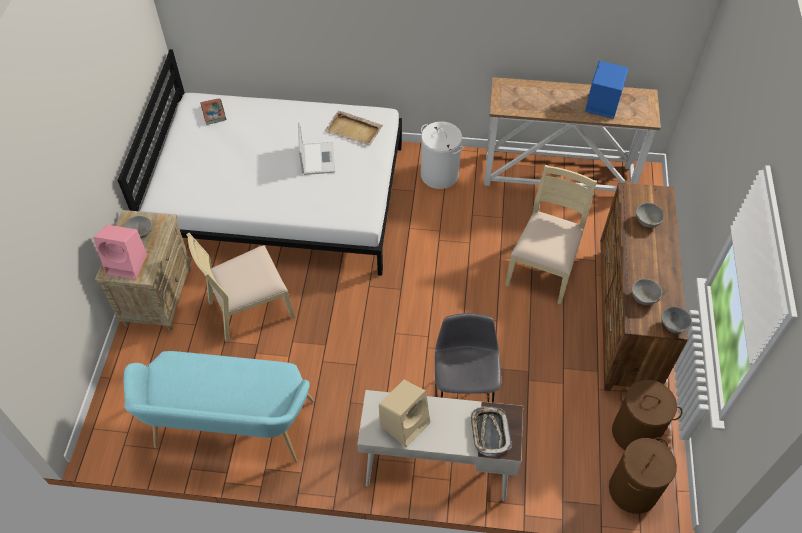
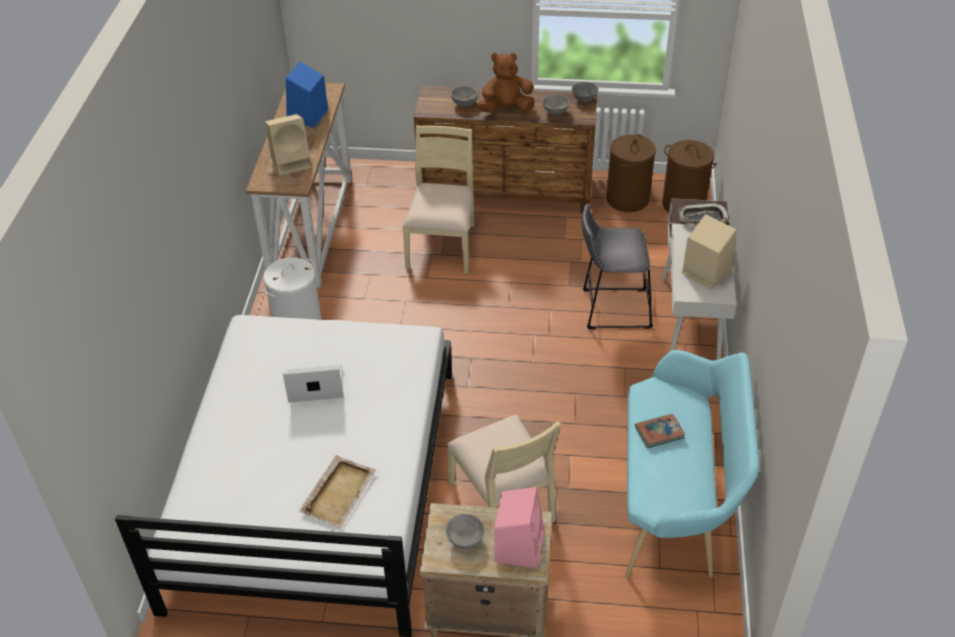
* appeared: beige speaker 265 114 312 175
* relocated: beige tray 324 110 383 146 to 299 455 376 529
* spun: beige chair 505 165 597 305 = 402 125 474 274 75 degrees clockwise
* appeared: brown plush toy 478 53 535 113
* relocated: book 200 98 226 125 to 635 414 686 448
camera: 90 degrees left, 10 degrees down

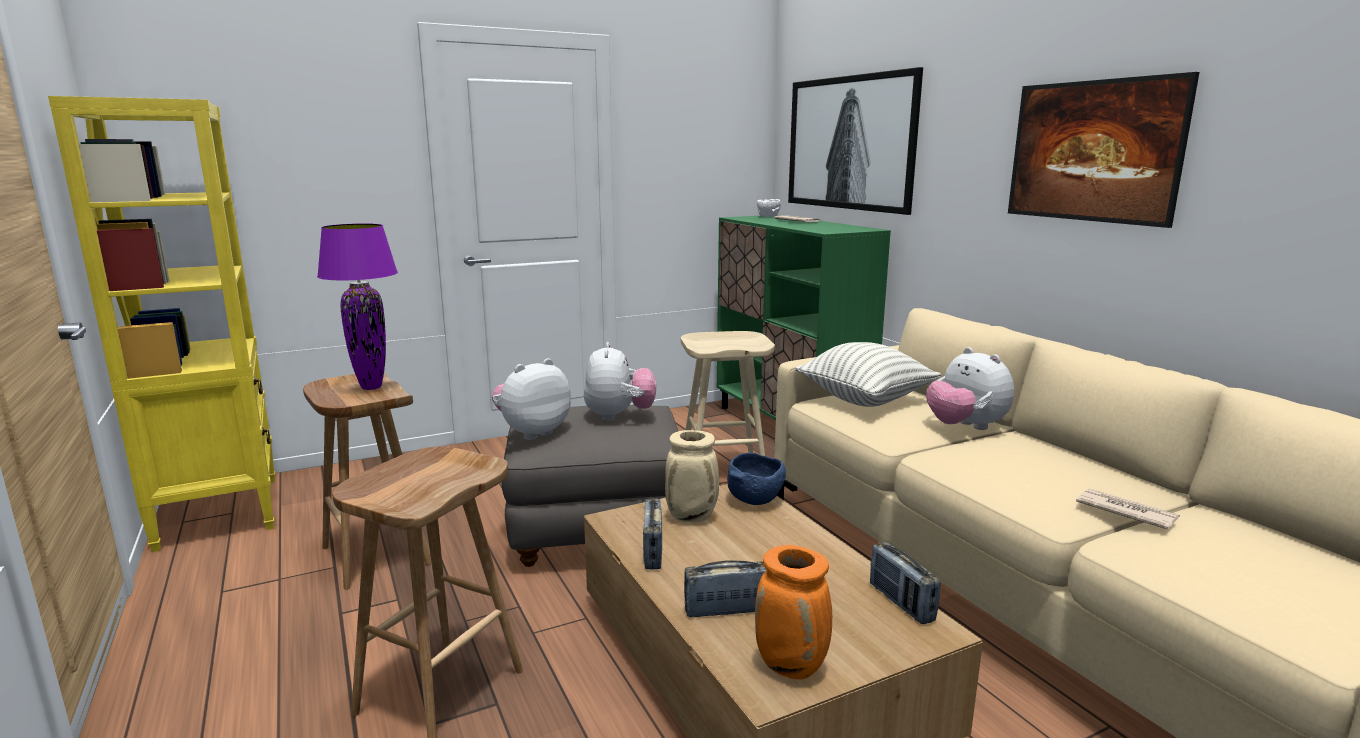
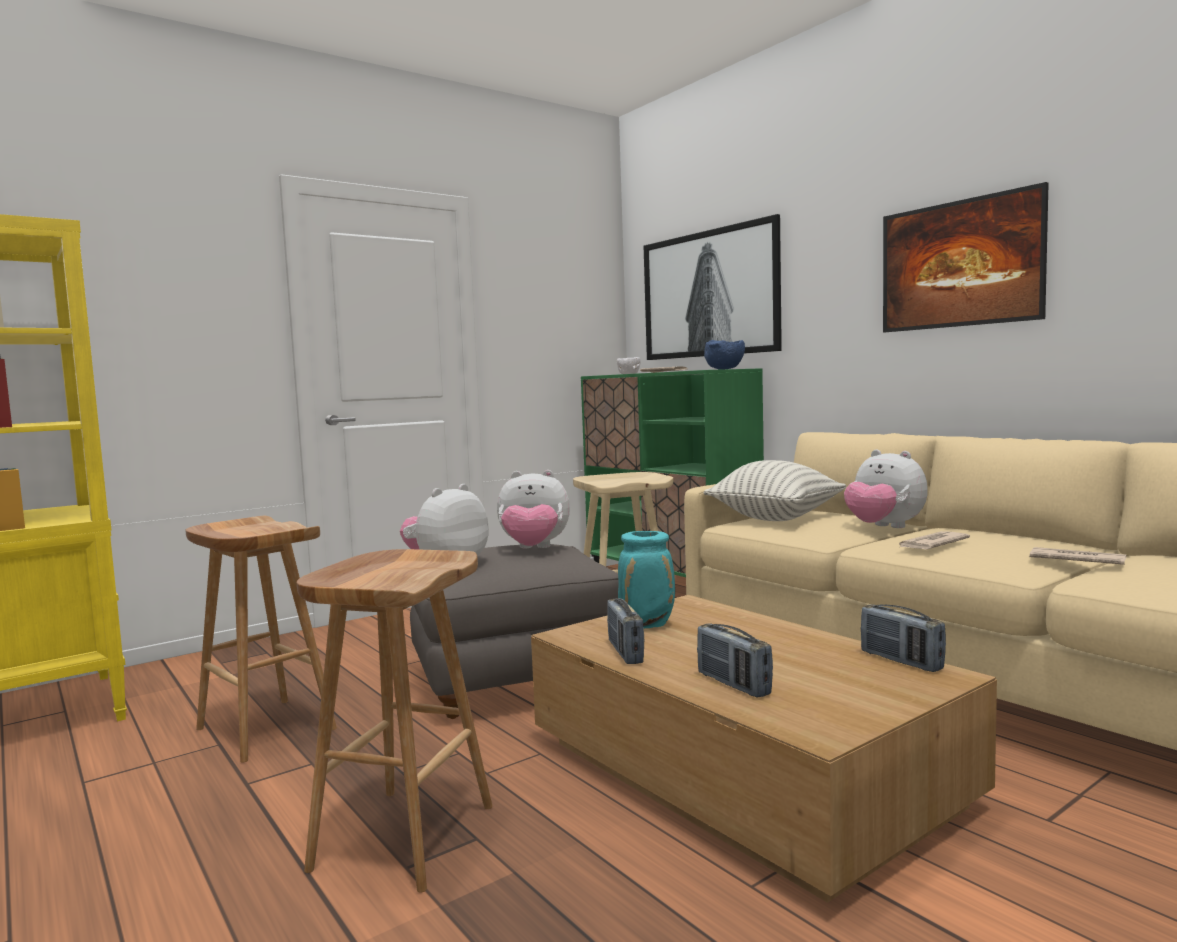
* spun: plush toy 584 342 656 421 = 497 470 570 548 105 degrees clockwise
* colour: beige vase 665 430 719 522 to turquoise vase 618 531 675 628
* spun: radio 684 560 767 617 = 697 623 773 698 105 degrees counterclockwise
* relocated: blue bowl 727 452 786 505 to 704 340 745 370
* appeared: newspaper 899 531 970 549
* missing: purple table lamp 317 223 398 390
* missing: orange vase 755 545 832 679
camera: 10 degrees left, 10 degrees down

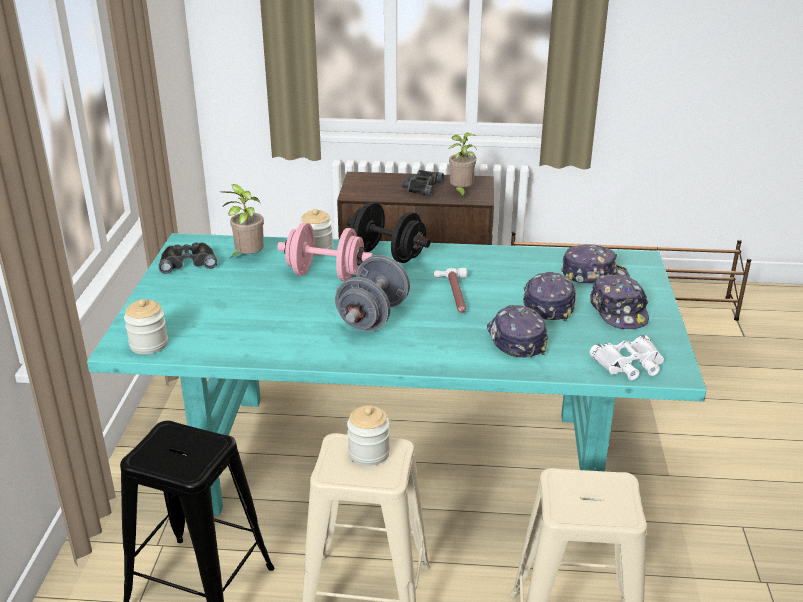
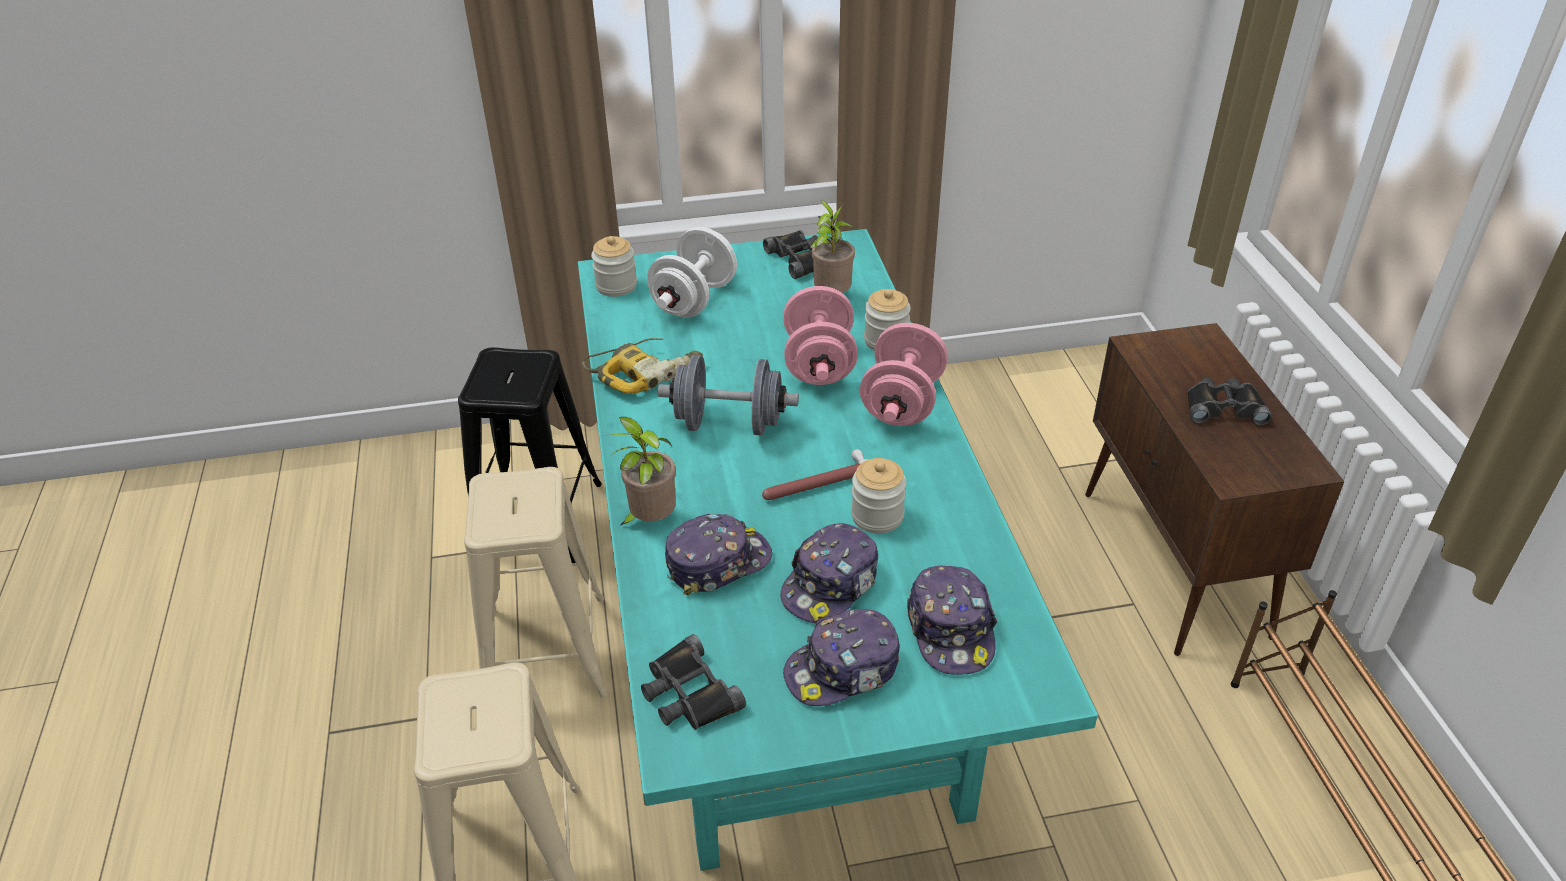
* appeared: power drill 581 338 703 394
* relocated: potted plant 448 133 477 199 to 610 417 676 525
* colour: white binoculars 590 335 664 380 to black binoculars 641 634 746 730
* appeared: white dumbbell 647 227 737 317
* spun: cap 523 272 576 321 = 780 523 878 623 135 degrees clockwise
* relocated: jar 347 405 390 466 to 851 458 907 534
* colour: black dumbbell 347 202 431 263 to pink dumbbell 860 323 948 426
camera: 75 degrees right, 10 degrees up

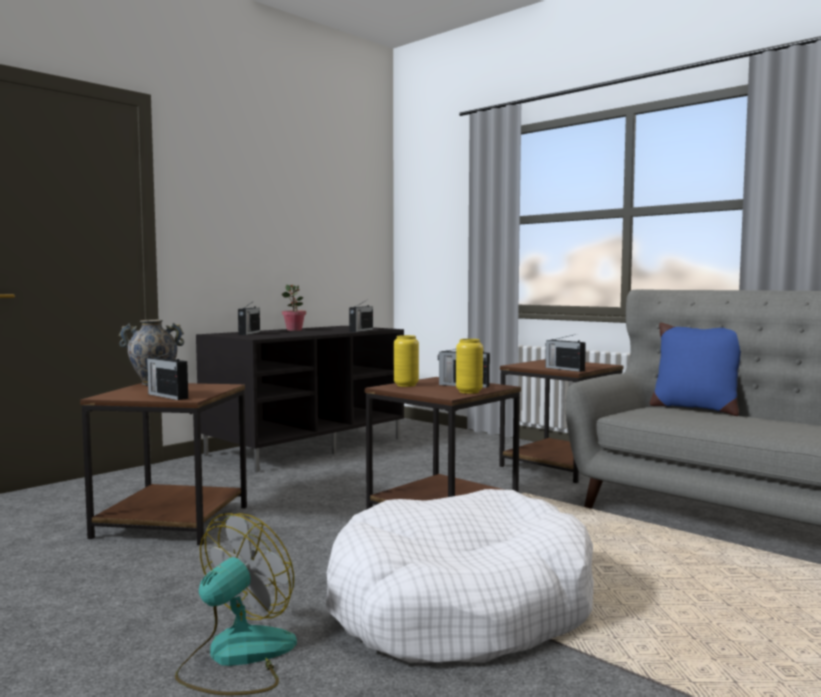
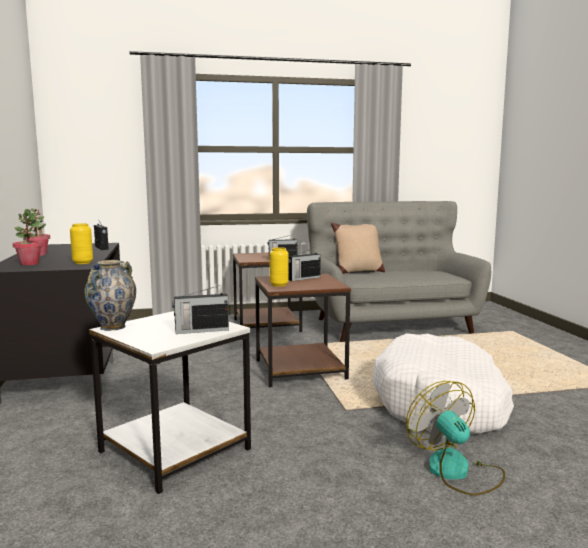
* exchanged: radio 238 302 260 335 to potted plant 13 212 43 265
* relocated: yellow vase 456 339 483 394 to 70 223 93 264
* colour: brown side table 80 383 247 545 to white side table 89 311 251 494
* colour: blue pillow 650 323 741 416 to beige pillow 331 223 385 274
camera: 55 degrees left, 5 degrees up

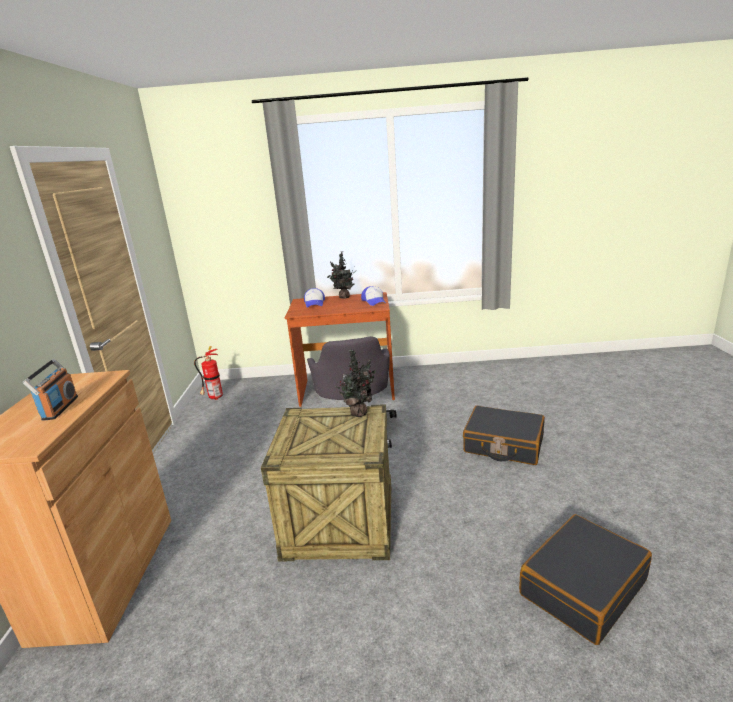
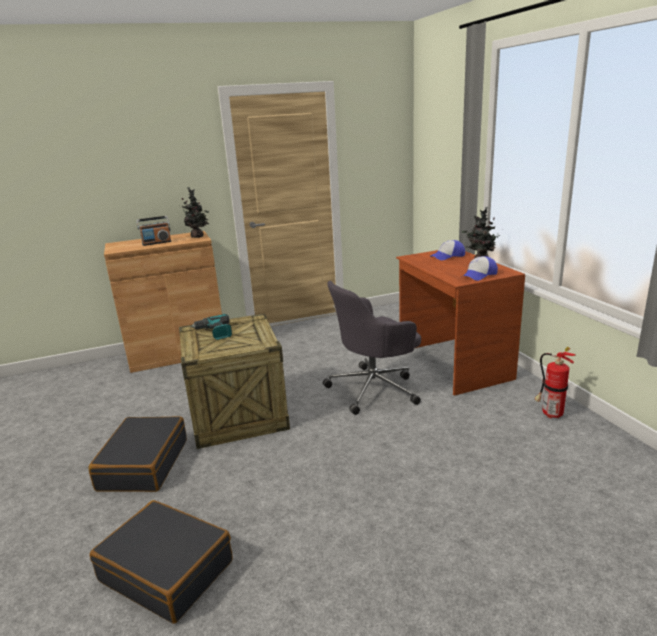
* relocated: black suitcase 463 406 545 465 to 89 416 187 492
* relocated: potted plant 335 350 376 417 to 182 187 209 238
* appeared: power drill 190 314 232 340
* relocated: fire extinguisher 194 346 223 400 to 534 346 576 418
camera: 70 degrees right, 0 degrees up

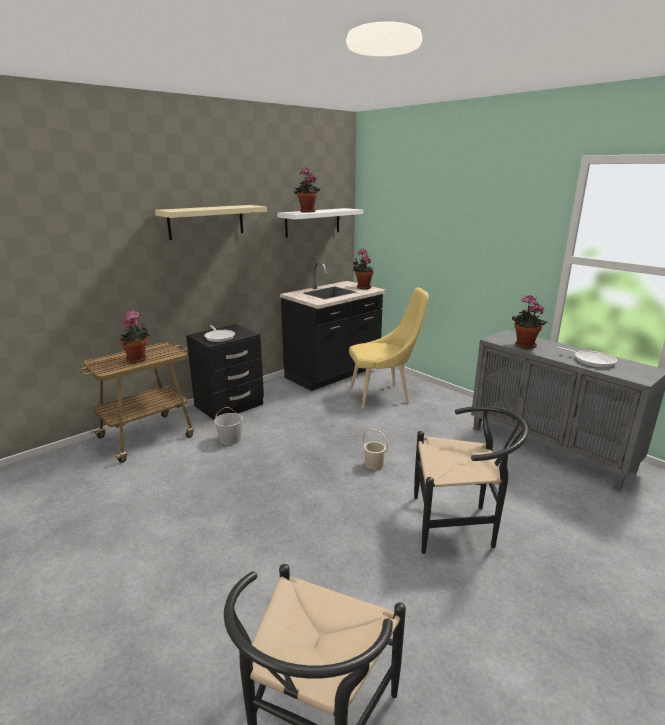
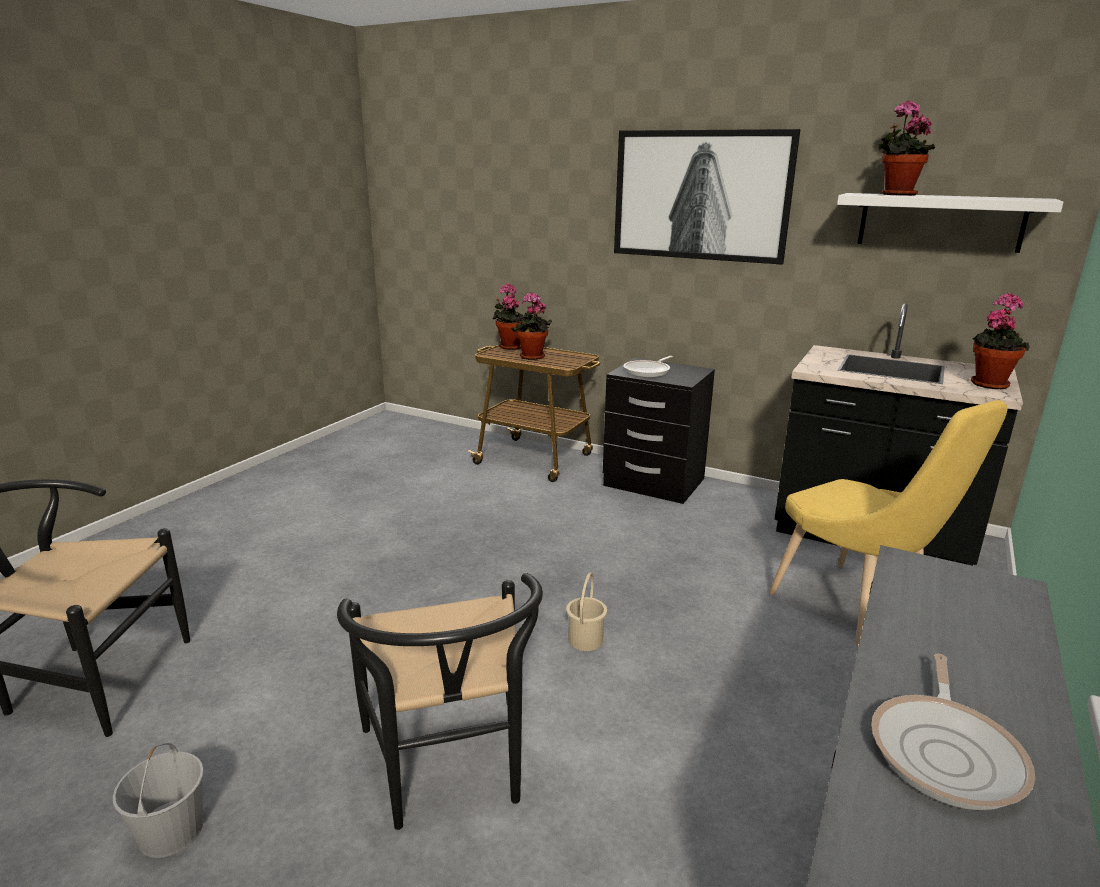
* relocated: white bucket 214 407 243 445 to 113 743 204 858
* relocated: potted plant 512 295 547 349 to 492 283 524 350
* exchanged: beige shelf 155 205 267 240 to picture 614 129 800 265
camera: 70 degrees right, 0 degrees up

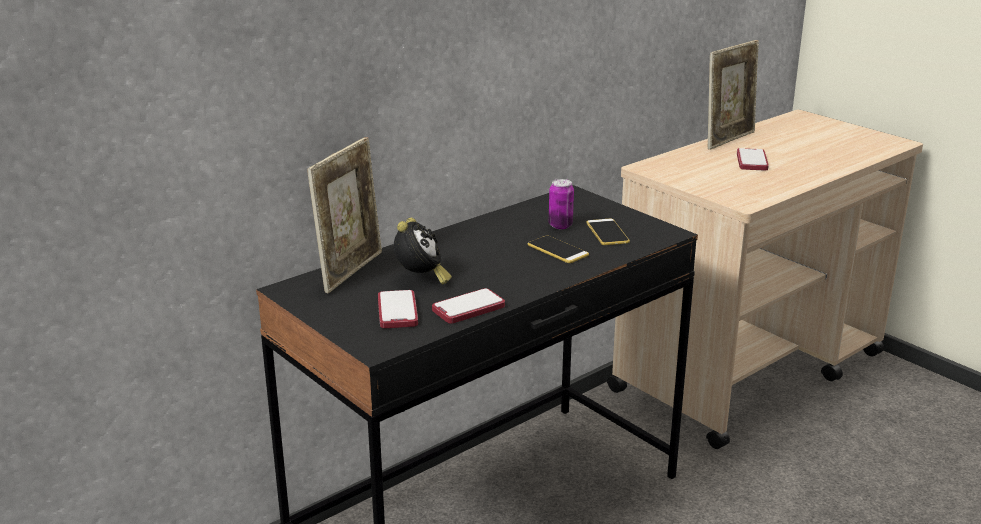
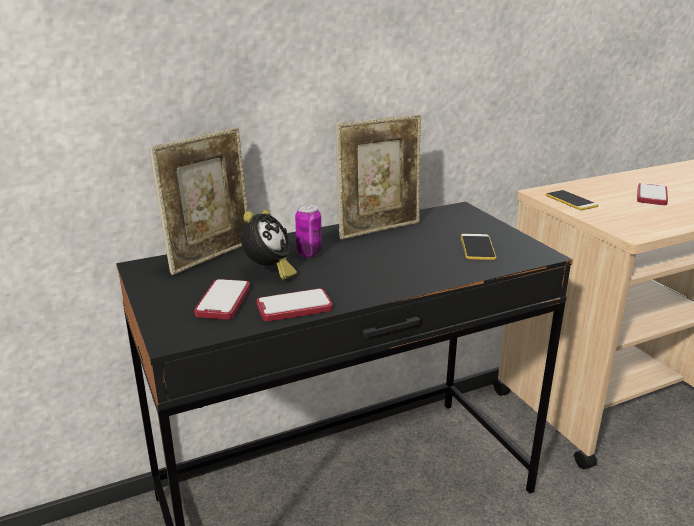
* relocated: can 549 179 574 229 to 295 205 322 257
* relocated: picture frame 708 40 759 150 to 336 115 421 240
* relocated: phone 528 235 589 263 to 546 190 599 210
camera: 15 degrees right, 0 degrees up

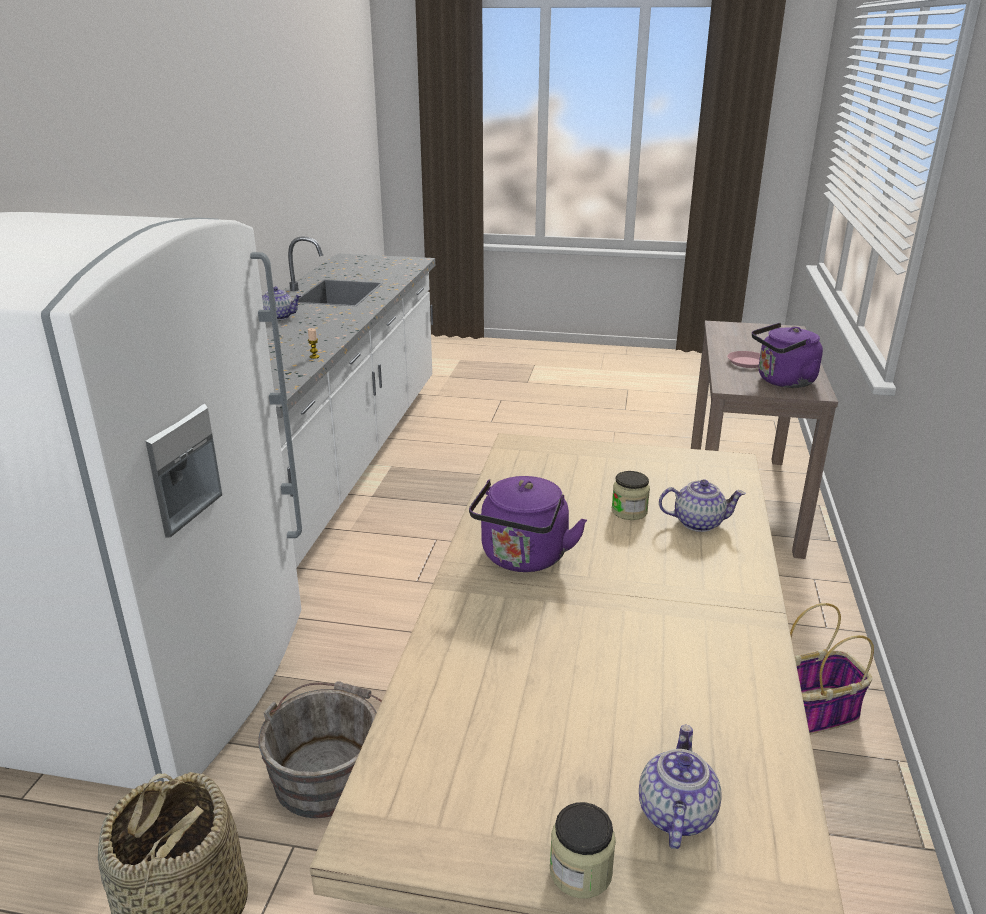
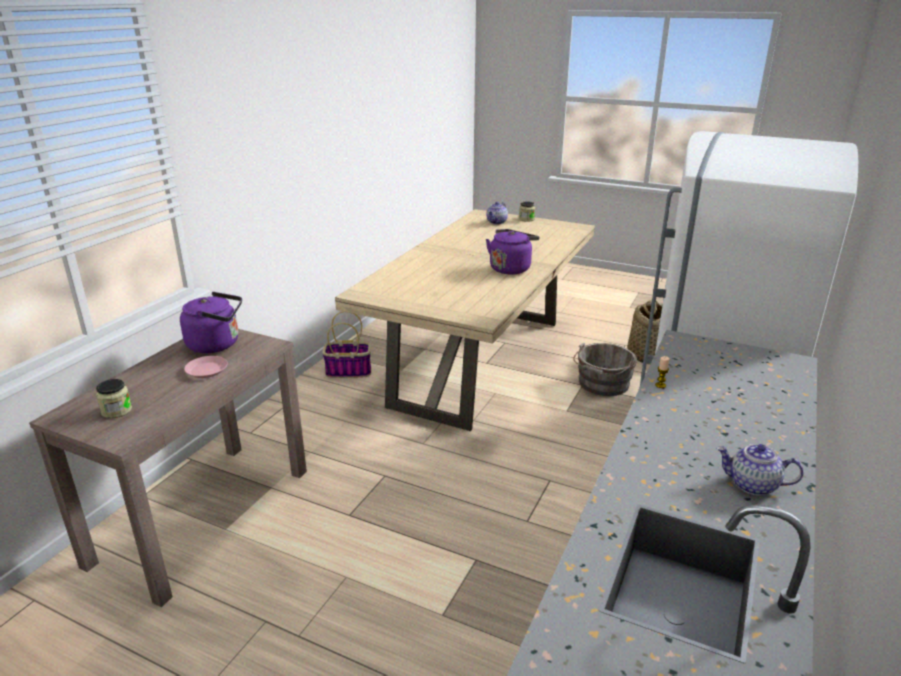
* relocated: jar 612 471 650 520 to 96 379 132 418
* missing: teapot 659 479 746 532
camera: 165 degrees left, 0 degrees up

